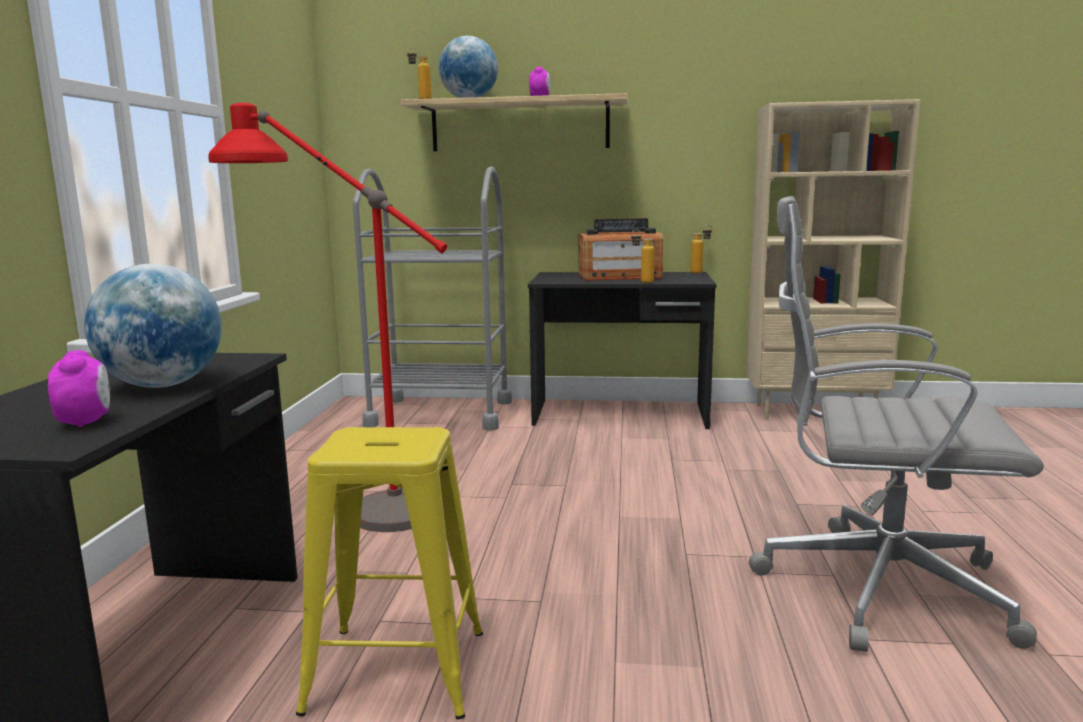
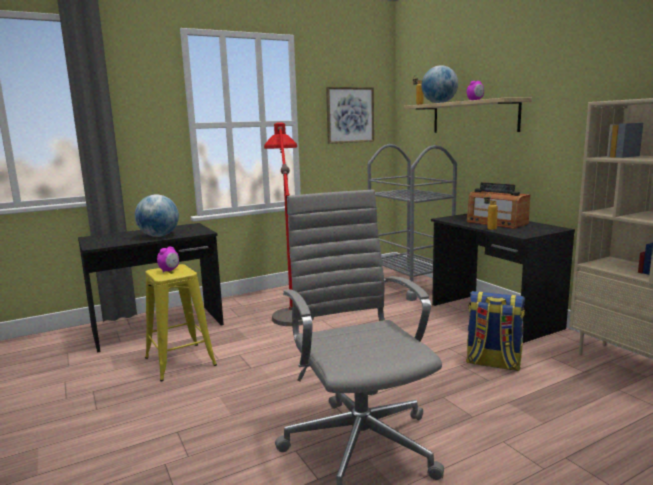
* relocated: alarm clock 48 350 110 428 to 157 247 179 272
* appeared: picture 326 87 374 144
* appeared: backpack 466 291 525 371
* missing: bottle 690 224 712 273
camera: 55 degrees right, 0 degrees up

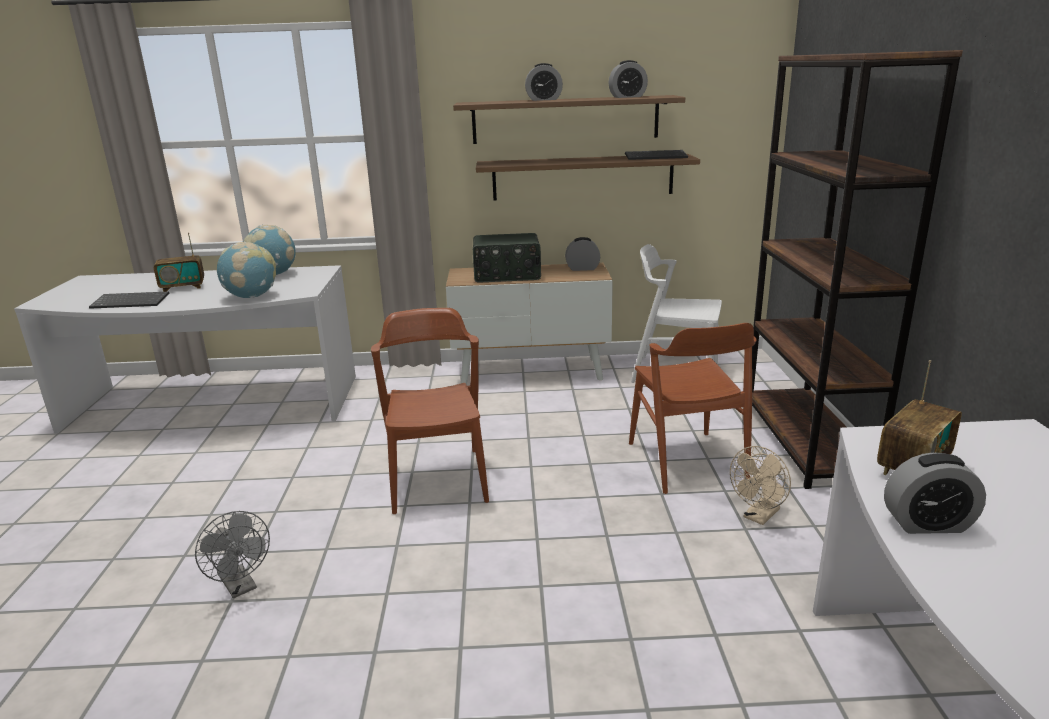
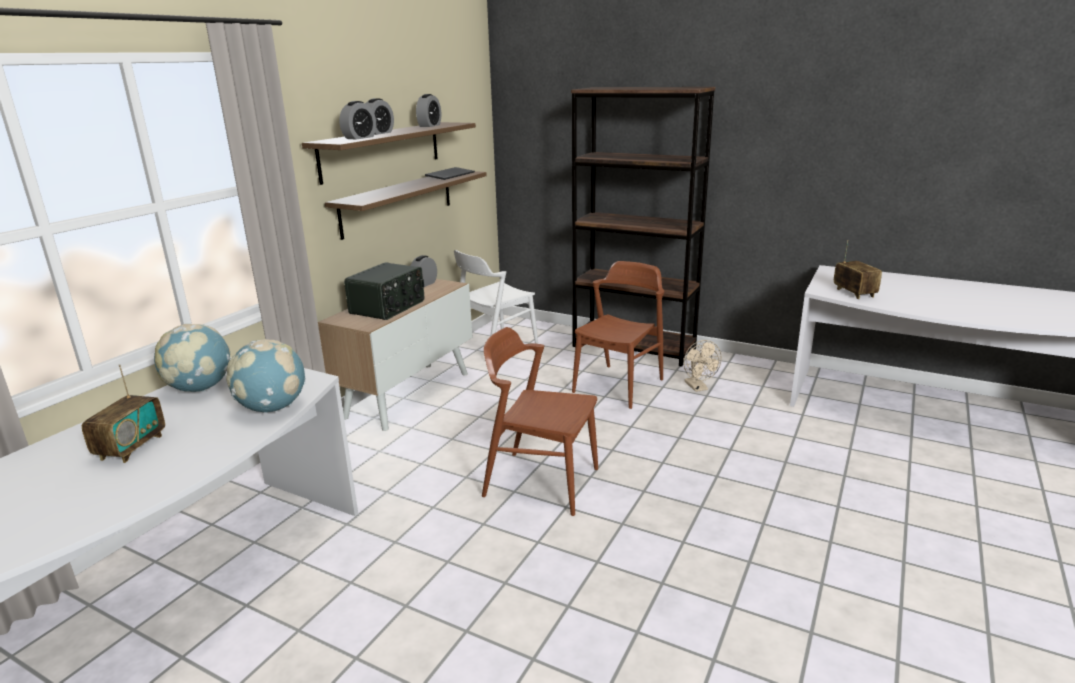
* relocated: alarm clock 884 452 986 534 to 339 101 376 139
* spun: brown chair 629 323 757 494 = 572 261 664 409 75 degrees counterclockwise
* missing: keyboard 89 292 169 309
* missing: grey fan 195 511 270 598
camera: 60 degrees left, 0 degrees up

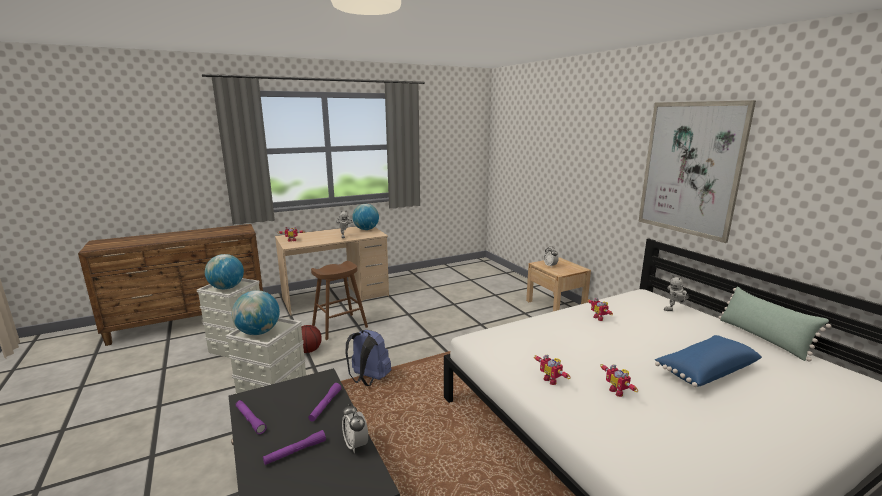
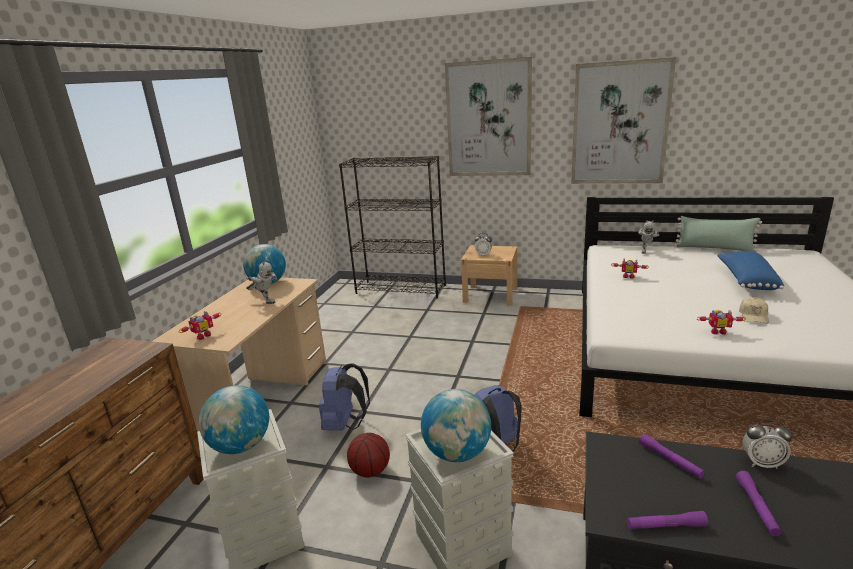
* exchanged: brown stool 311 261 368 340 to blue backpack 319 363 370 430
* appeared: black bookcase 339 156 446 299
* appeared: picture 445 57 532 176
* exchanged: toy robot 600 364 638 397 to beige cap 739 297 769 324
camera: 45 degrees left, 5 degrees up

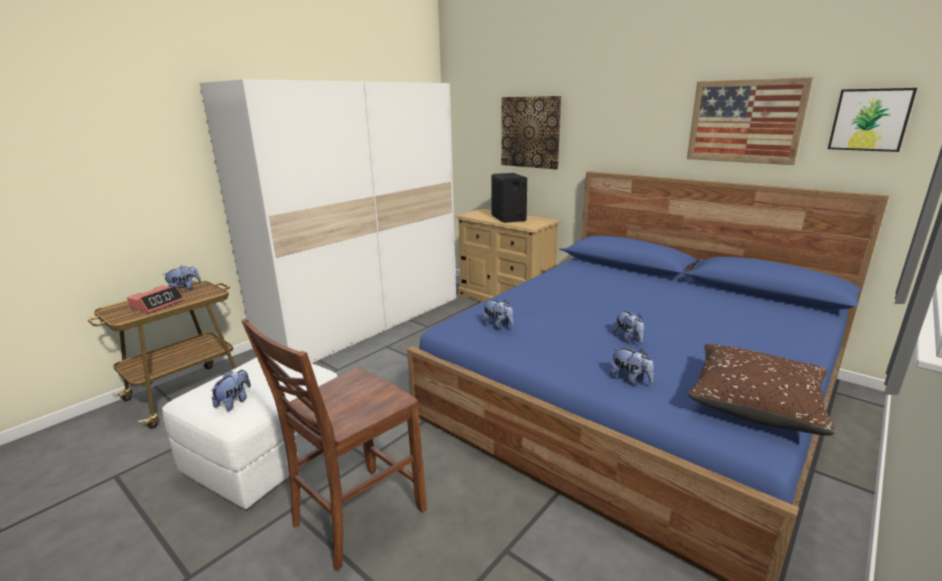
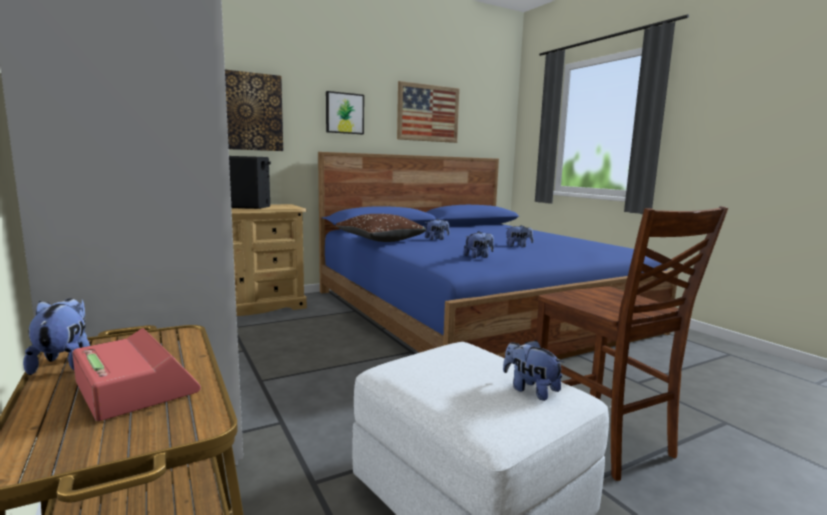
* relocated: picture 828 88 917 152 to 326 91 364 134
* relocated: brown pillow 688 344 835 436 to 336 214 426 242
* relocated: plush toy 610 347 654 385 to 425 219 450 240
camera: 70 degrees left, 10 degrees down

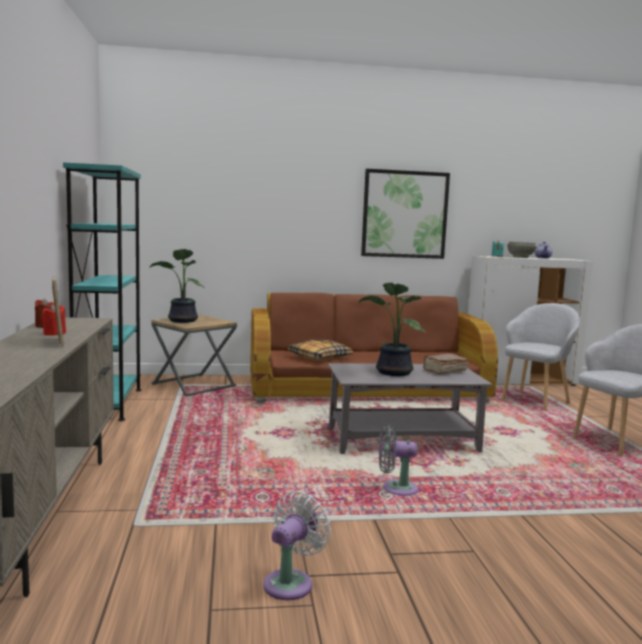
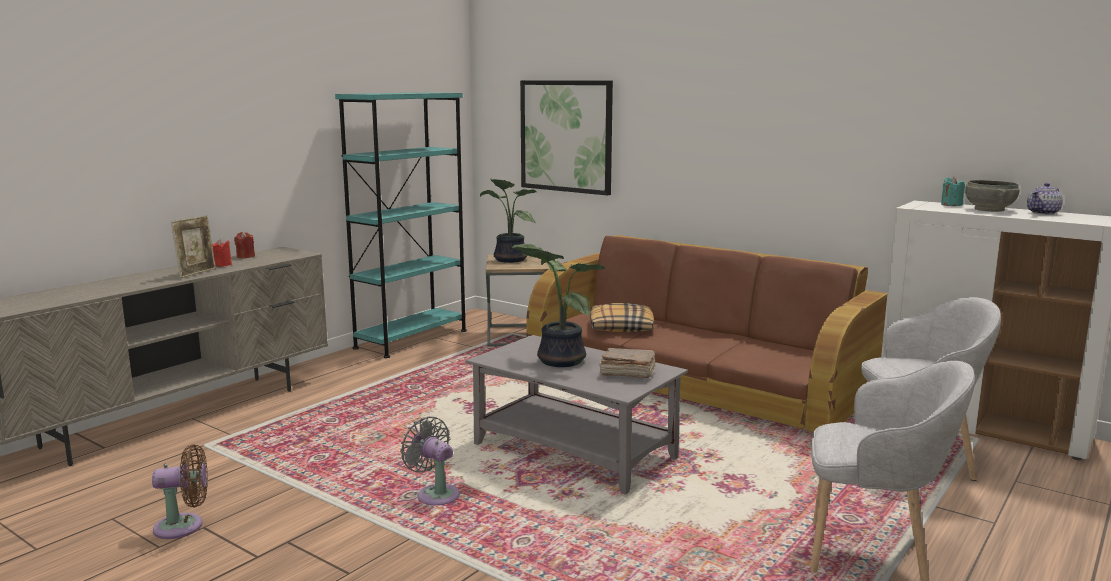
* colour: white fan 263 491 331 600 to brown fan 152 444 208 539
* relocated: picture 361 169 450 259 to 520 80 613 196
camera: 45 degrees right, 5 degrees up

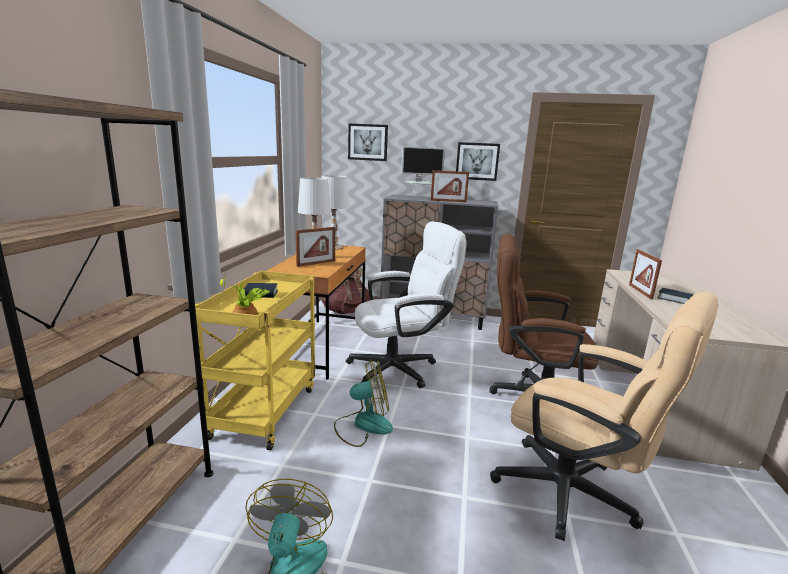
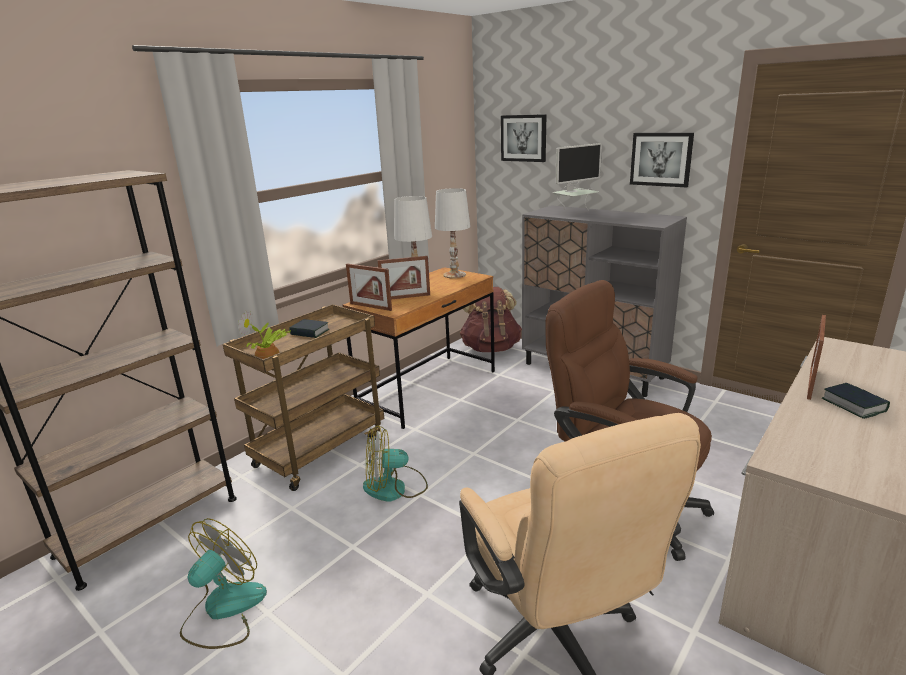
* colour: yellow cart 195 271 315 450 to brown cart 223 304 384 491
* relocated: picture frame 431 170 469 202 to 346 264 392 311
* spun: fan 334 360 393 447 = 363 425 428 502 150 degrees clockwise
* spun: monitor 401 147 445 196 = 553 143 602 210 45 degrees counterclockwise
* missing: white office chair 346 221 467 388
camera: 30 degrees right, 5 degrees up

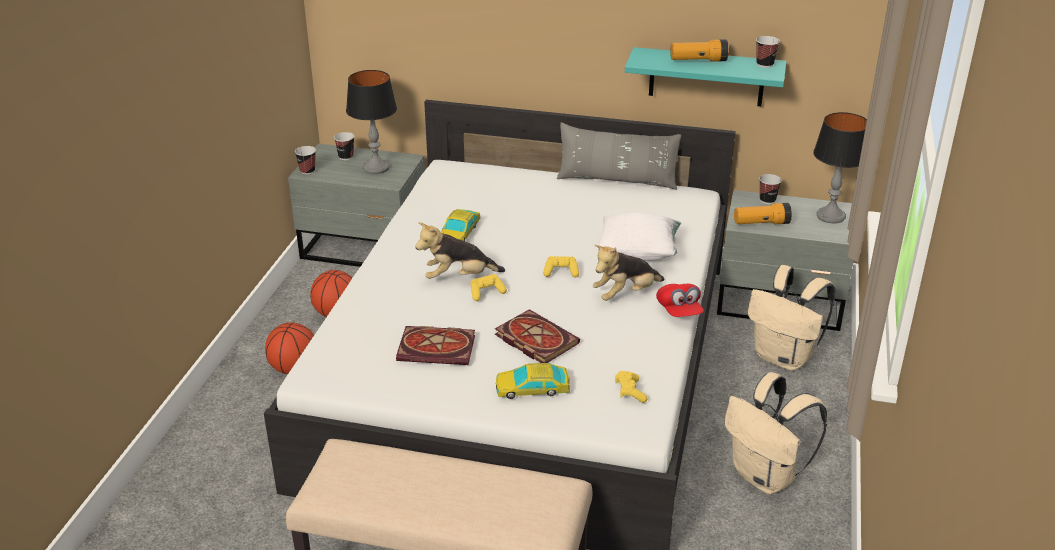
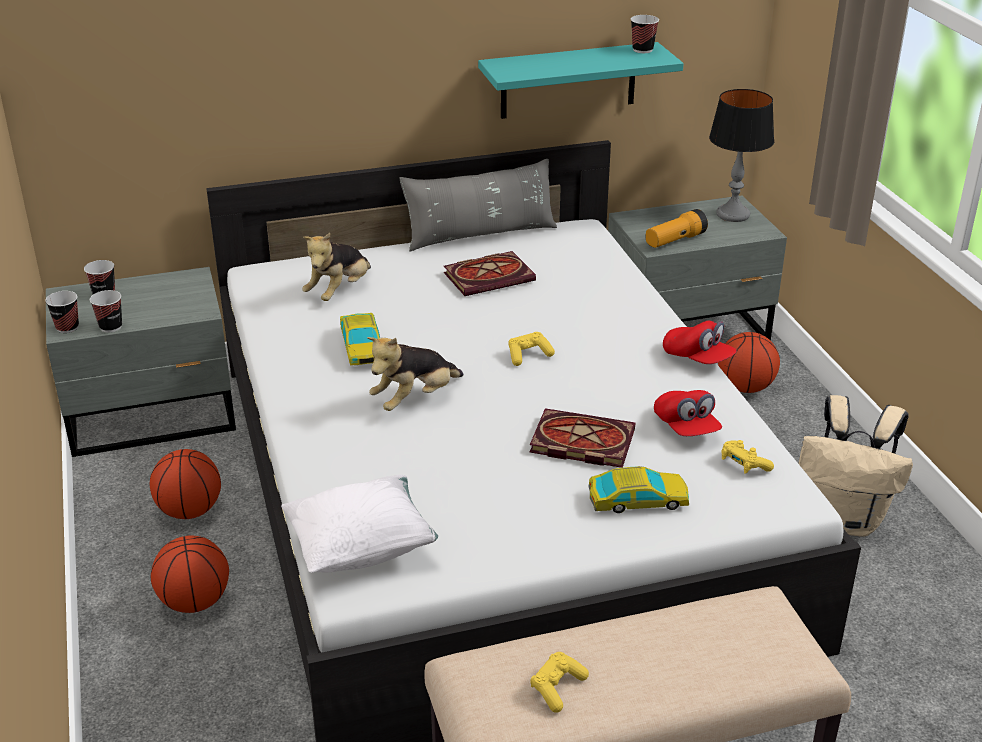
* relocated: cup 759 174 782 204 to 90 290 122 333
* relocated: white pillow 597 213 681 261 to 281 474 438 573
* relocated: plush toy 593 245 664 301 to 302 233 371 301
* relocated: book 396 326 475 365 to 444 251 536 296
* relocated: yellow game controller 470 274 507 301 to 530 652 589 713
* spun: toy car 496 363 570 399 = 589 466 689 513 150 degrees counterclockwise
* appeared: red cap 654 390 722 436
* exchanged: beige backpack 748 265 835 371 to basketball 718 332 780 393
* missing: table lamp 346 70 397 174
* missing: flashlight 670 39 729 62
camera: 30 degrees left, 0 degrees up

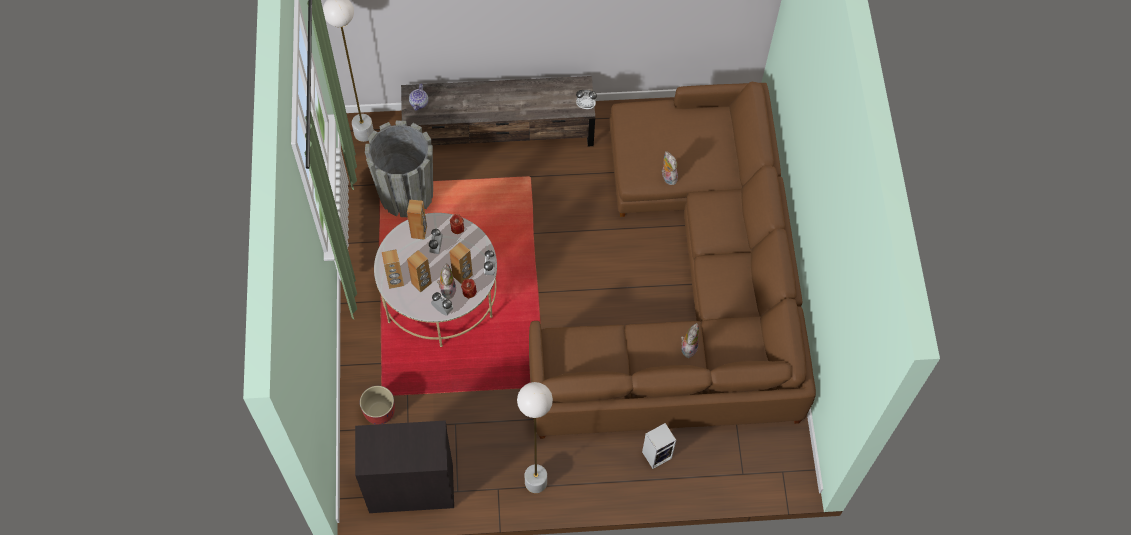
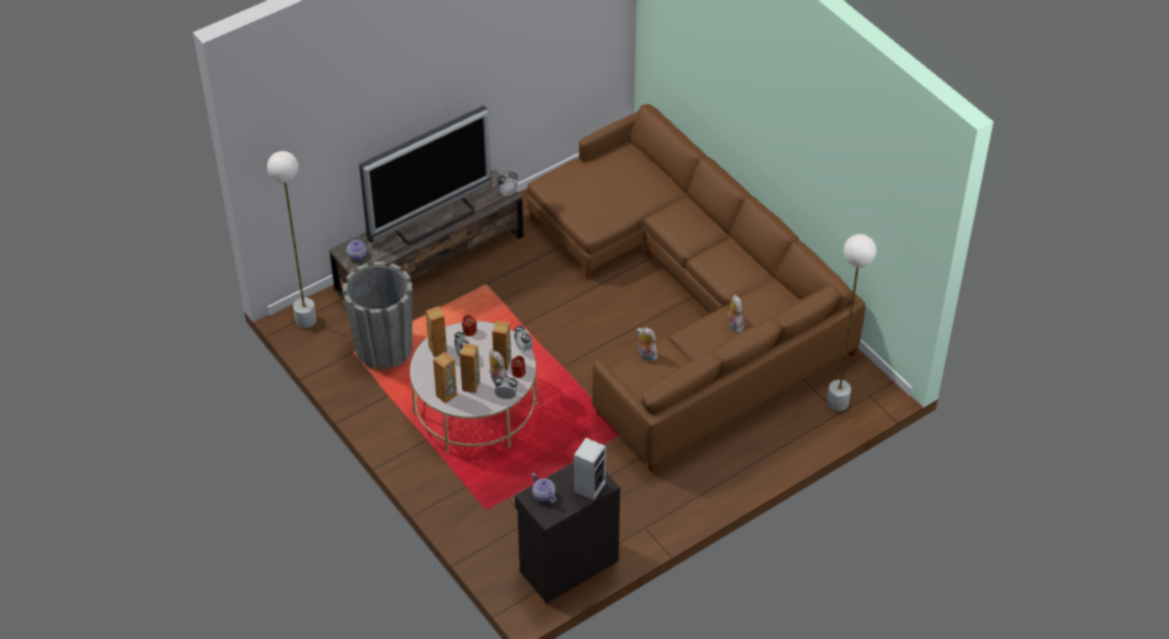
* appeared: television 359 105 492 245
* appeared: teapot 532 473 556 503
* relocated: speaker 642 423 676 469 to 574 438 606 500
* relocated: plush toy 662 151 678 185 to 636 328 659 361
* relocated: white floor lamp 517 382 553 493 to 827 234 876 411
* missing: red planter 360 386 395 425
camera: 30 degrees left, 15 degrees down

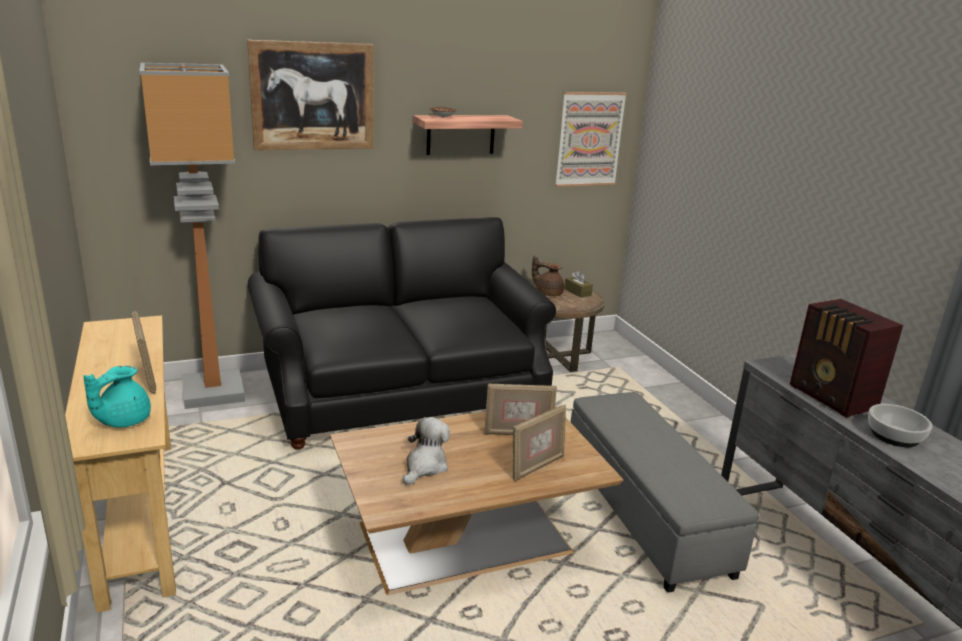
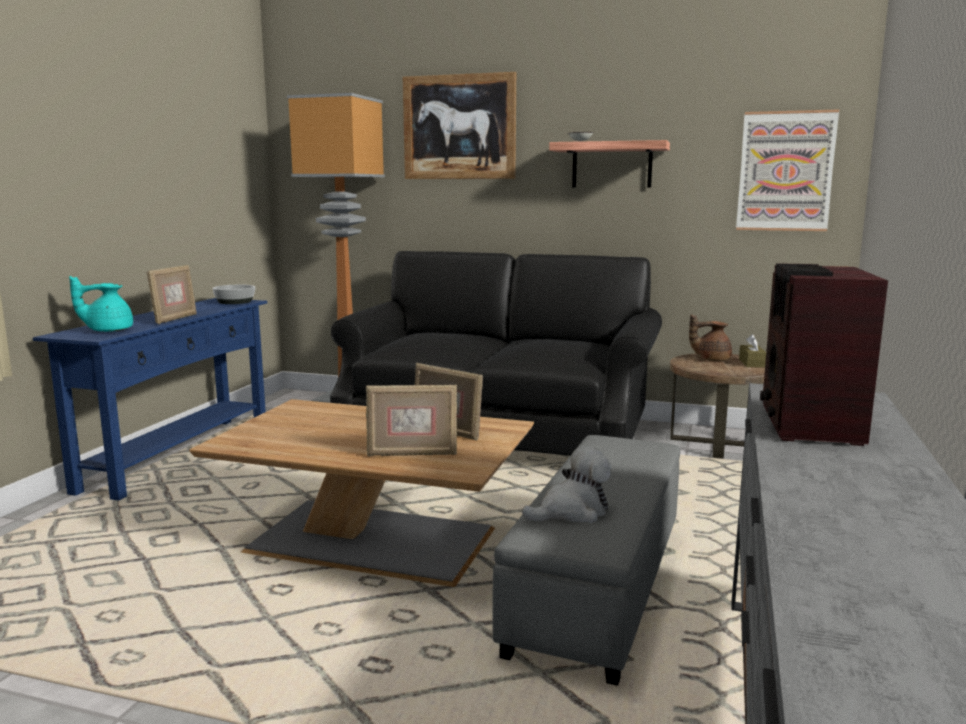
* colour: beige console table 65 315 176 613 to blue console table 33 298 267 501
* relocated: bowl 868 404 932 447 to 213 285 255 304
* relocated: plush toy 403 417 450 485 to 522 446 611 523
* spun: brown teapot 532 256 564 296 = 689 314 732 361 60 degrees counterclockwise
camera: 40 degrees right, 10 degrees down

